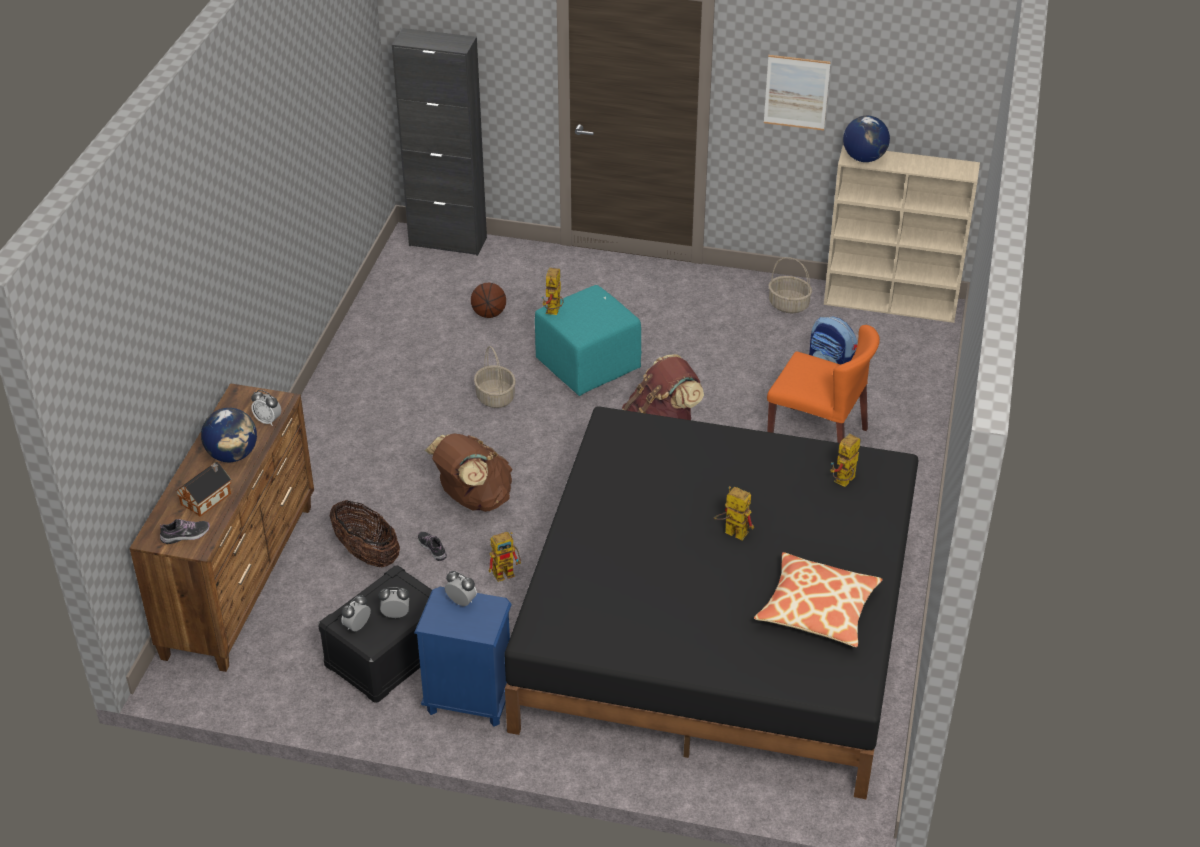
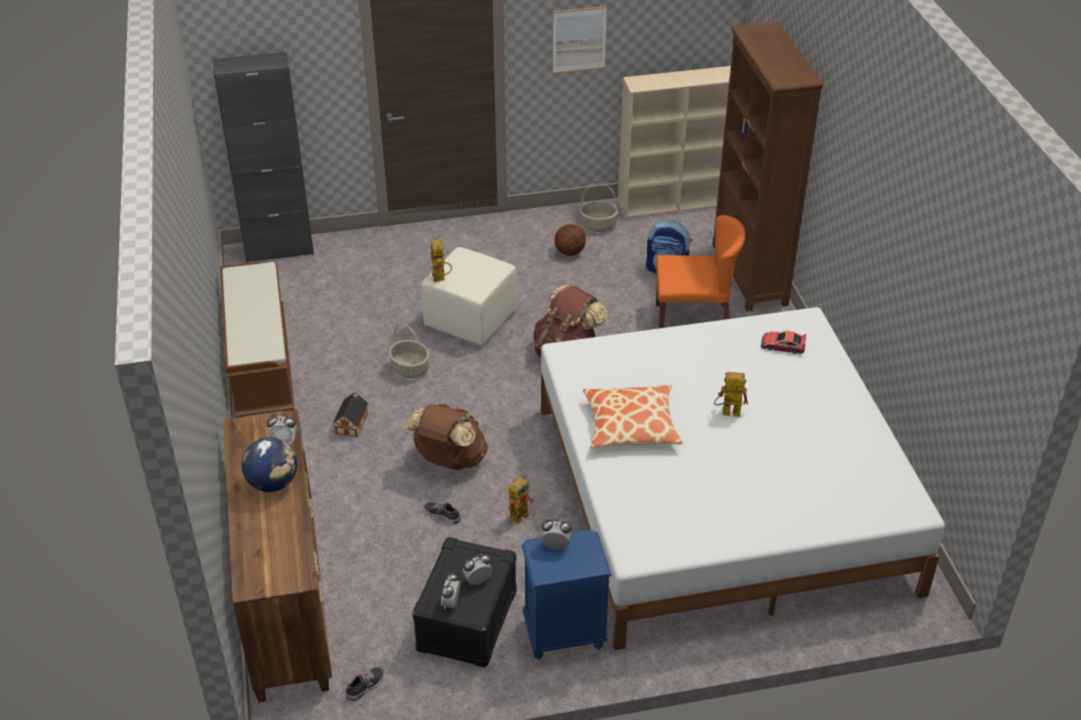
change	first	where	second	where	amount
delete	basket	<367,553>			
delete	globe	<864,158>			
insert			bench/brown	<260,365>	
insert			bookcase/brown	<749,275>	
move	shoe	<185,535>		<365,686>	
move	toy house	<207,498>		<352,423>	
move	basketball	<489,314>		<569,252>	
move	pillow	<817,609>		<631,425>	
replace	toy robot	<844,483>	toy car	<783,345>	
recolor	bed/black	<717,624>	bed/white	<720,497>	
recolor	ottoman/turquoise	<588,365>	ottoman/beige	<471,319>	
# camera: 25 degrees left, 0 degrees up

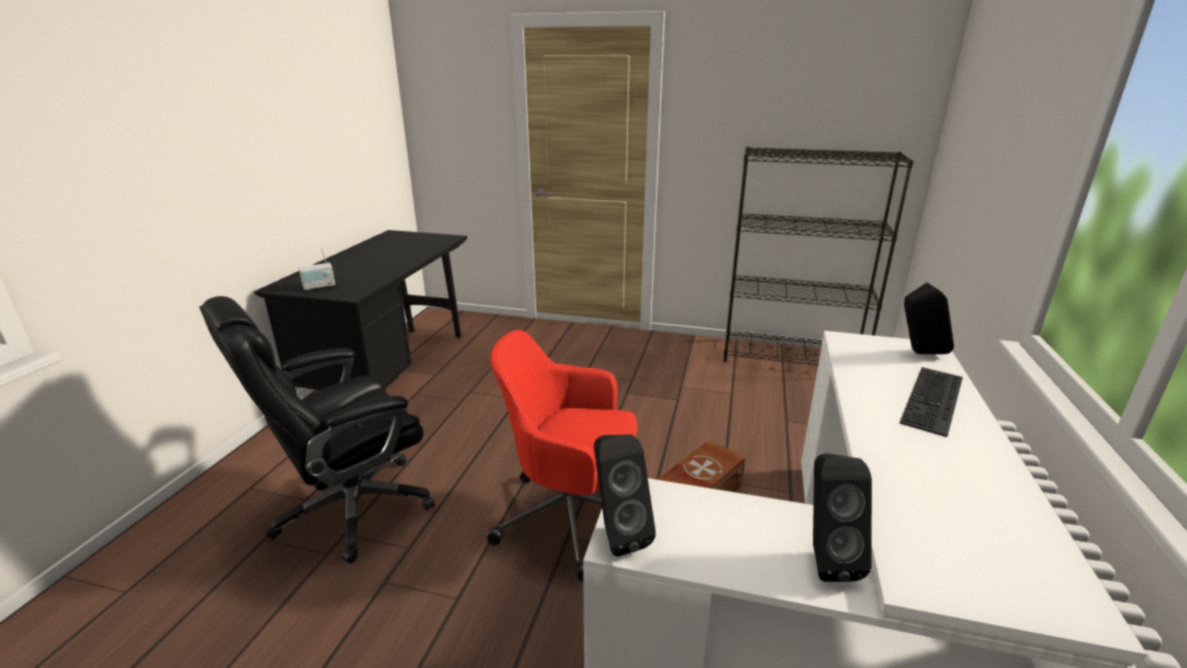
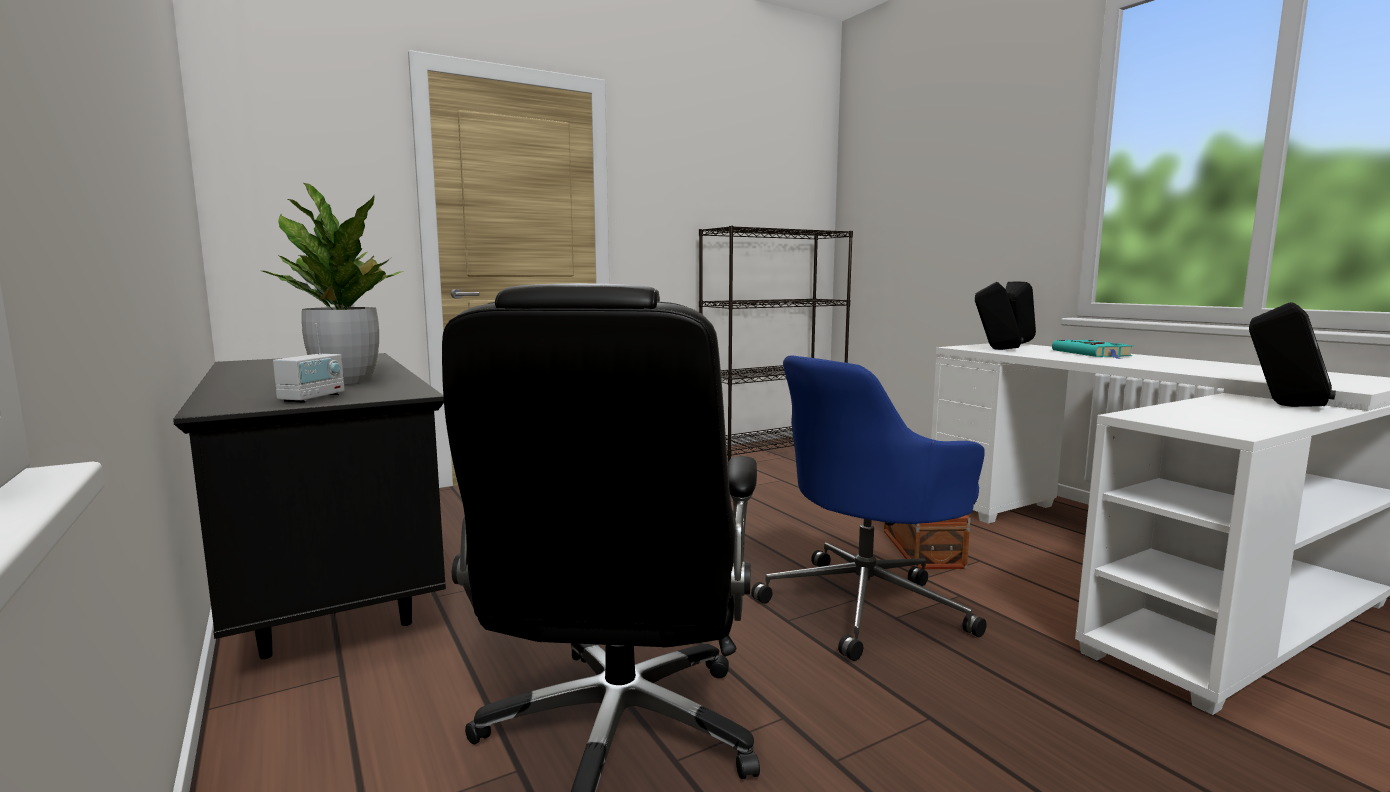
change	first	where	second	where	amount
insert			potted plant	<346,380>	
move	speaker/black	<617,533>		<996,349>	
replace	keyboard	<935,400>	book/turquoise	<1092,354>	
recolor	office chair/red	<571,518>	office chair/blue	<866,605>	
# camera: 45 degrees left, 15 degrees down

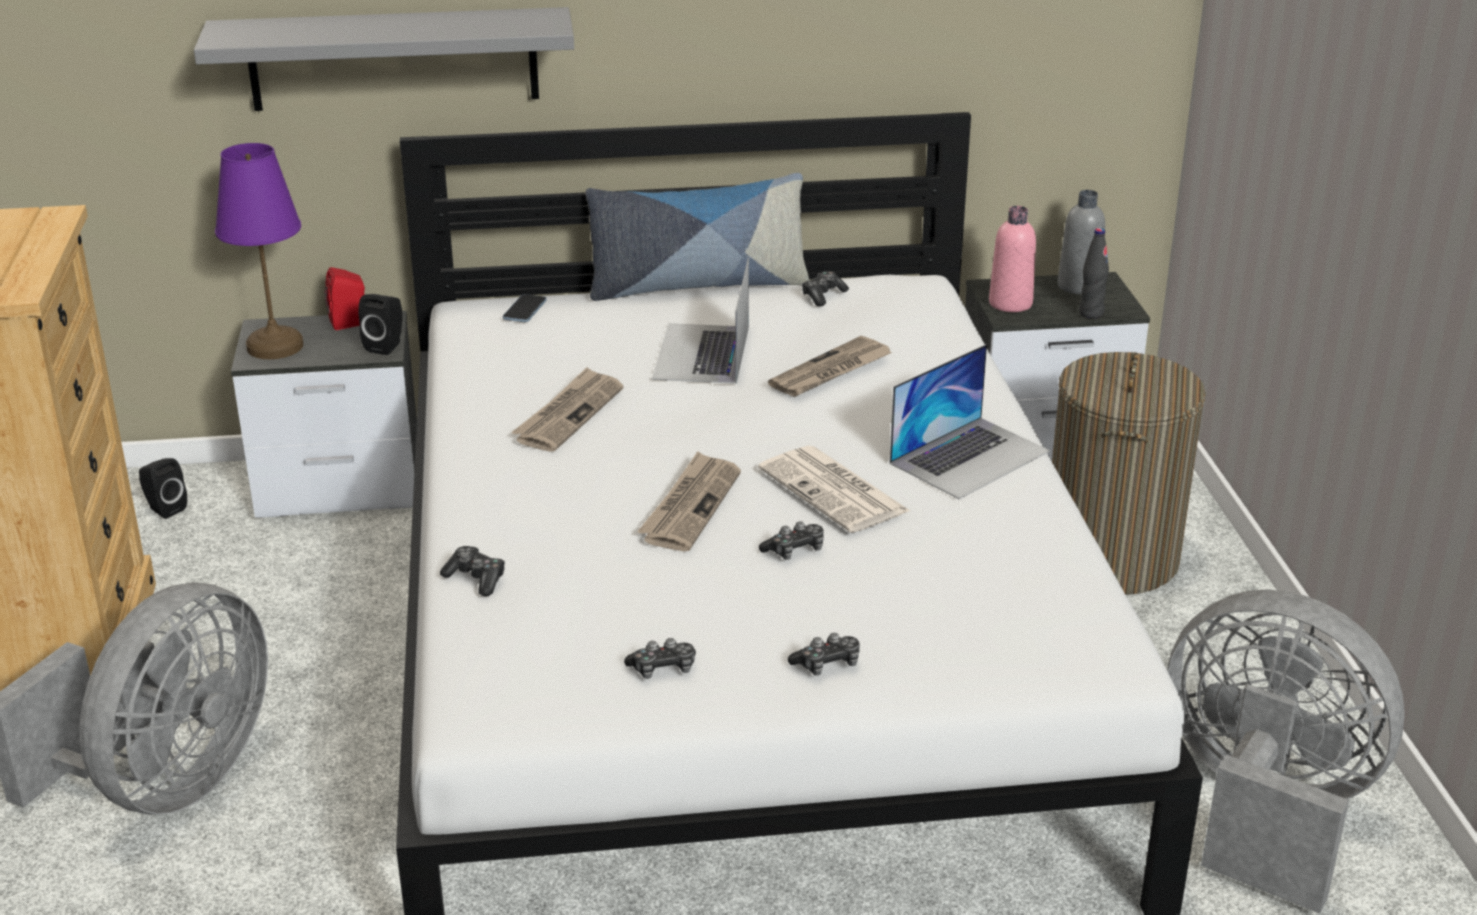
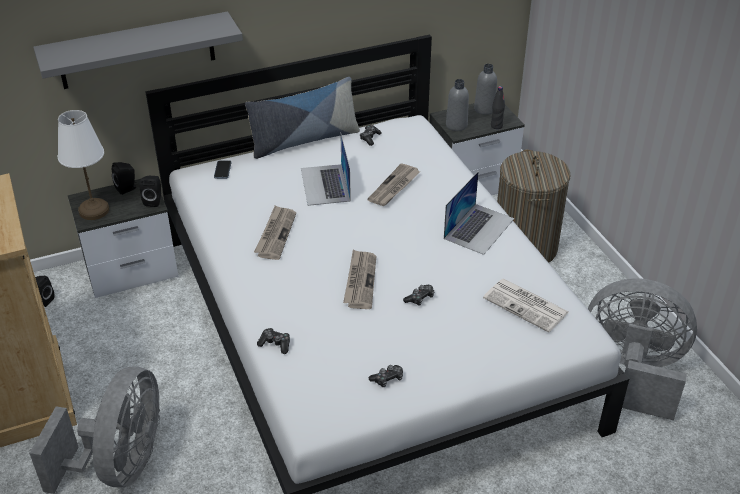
change	first	where	second	where	amount
delete	game controller	<827,664>			
move	newspaper	<835,491>		<527,305>	
recolor	table lamp/purple	<274,346>	table lamp/white	<93,210>	
recolor	speaker/red	<350,323>	speaker/black	<127,188>	
recolor	bottle/pink	<1010,303>	bottle/grey	<456,125>	
# camera: 15 degrees left, 10 degrees up

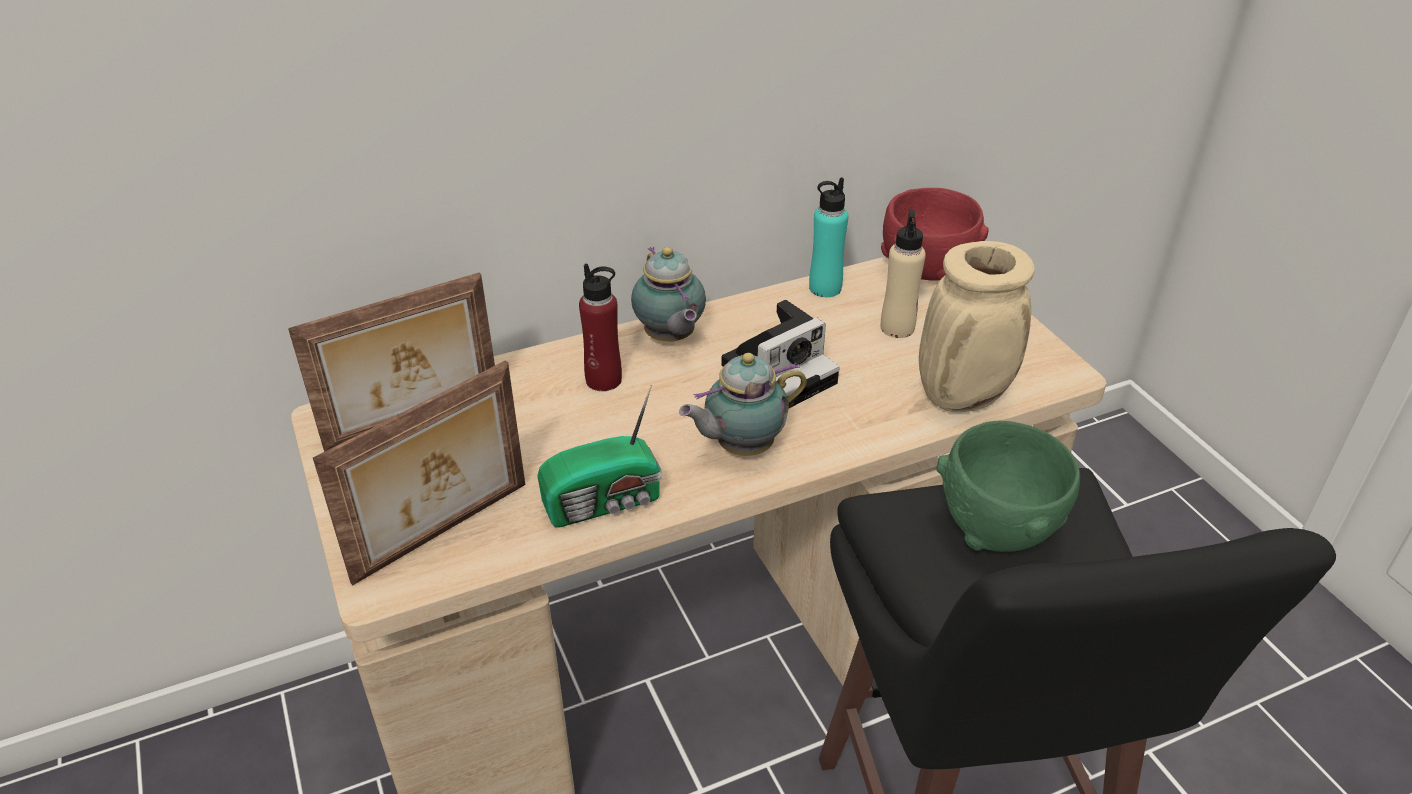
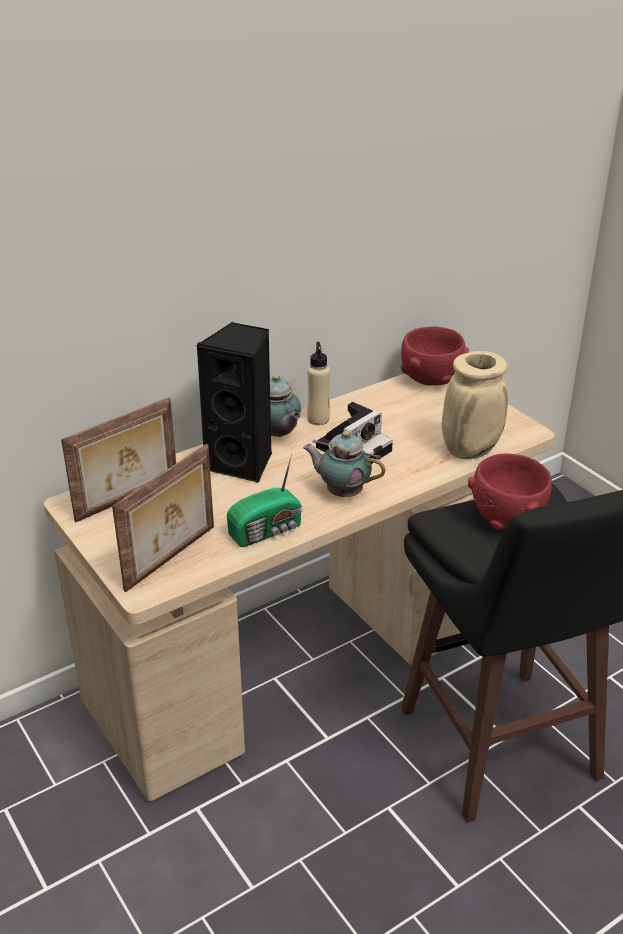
change	first	where	second	where	amount
delete	bottle/turquoise	<825,288>			
move	bottle/beige	<897,328>		<318,419>	
replace	bottle/red	<604,380>	speaker/black	<243,463>	
recolor	bowl/green	<997,528>	bowl/red	<506,519>	
rotate	teapot	<741,447>		<342,492>	60 degrees clockwise
# camera: 10 degrees left, 5 degrees down

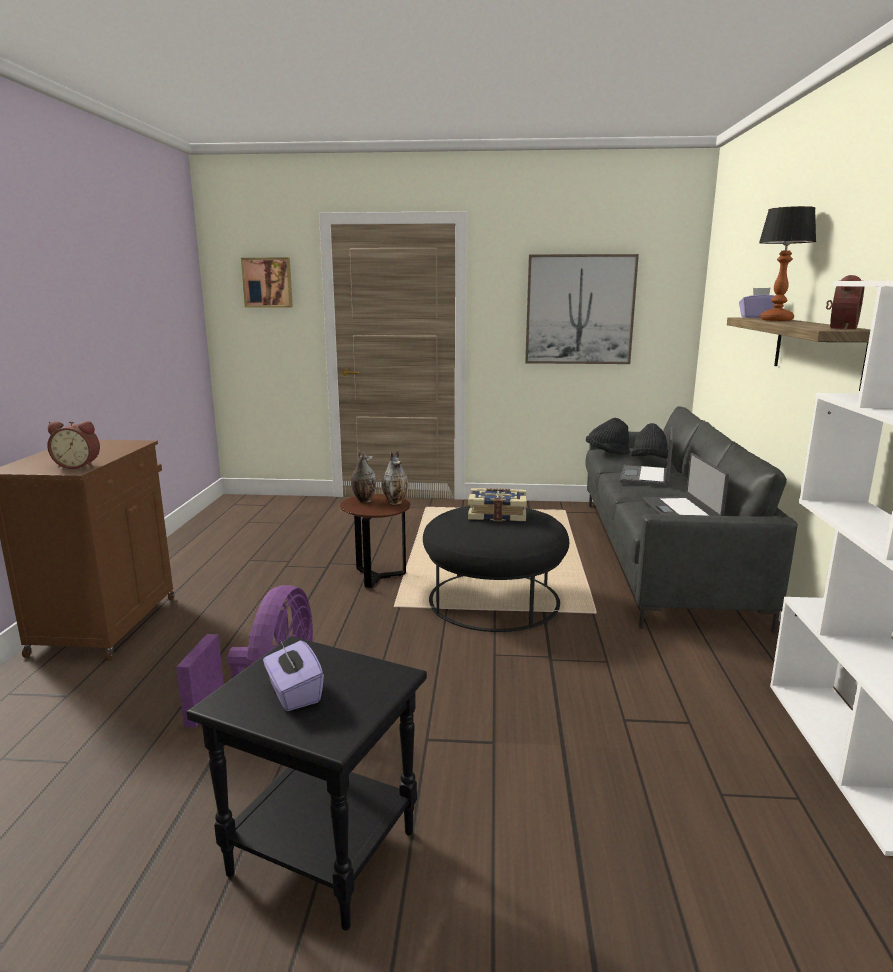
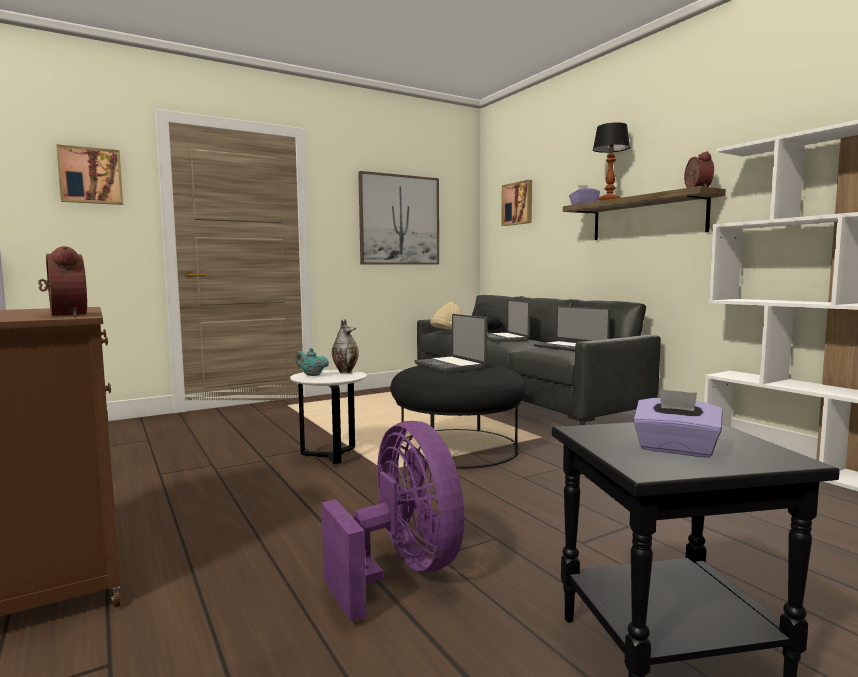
change	first	where	second	where	amount
insert			picture	<518,203>	
replace	vase	<363,500>	teapot/turquoise	<311,375>	
replace	book	<497,514>	laptop	<451,366>	
recolor	side table/brown	<377,577>	side table/white	<330,456>	
recolor	hat/black	<607,453>	hat/beige	<447,332>	
rotate	alarm clock	<78,466>		<63,315>	90 degrees counterclockwise
# camera: 35 degrees left, 10 degrees down

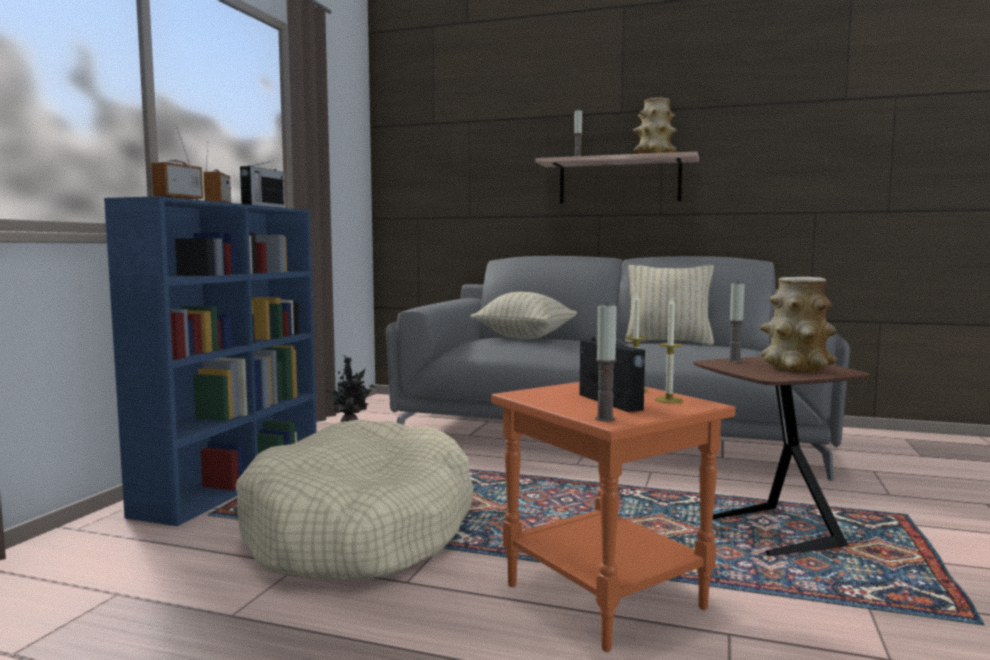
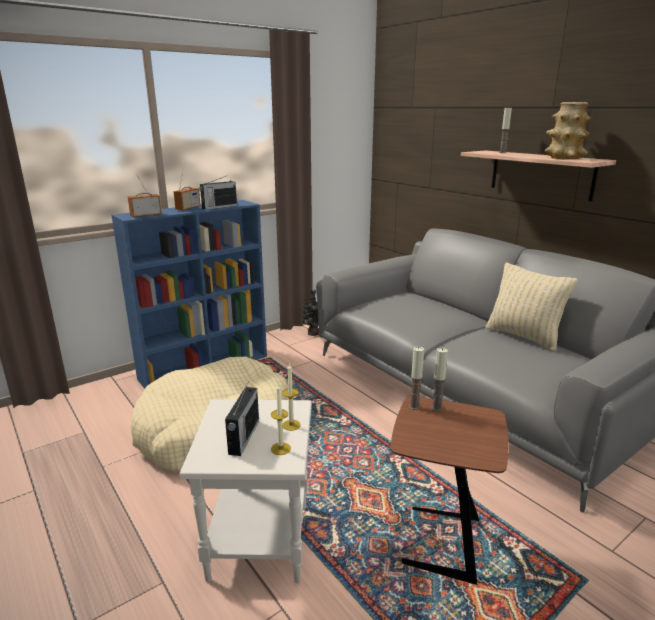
change	first	where	second	where	amount
delete	pillow/beige	<525,337>			
delete	vase	<795,368>			
move	candle	<604,419>		<414,406>	
recolor	side table/orange	<600,596>	side table/white	<257,540>	
# camera: 35 degrees right, 15 degrees up

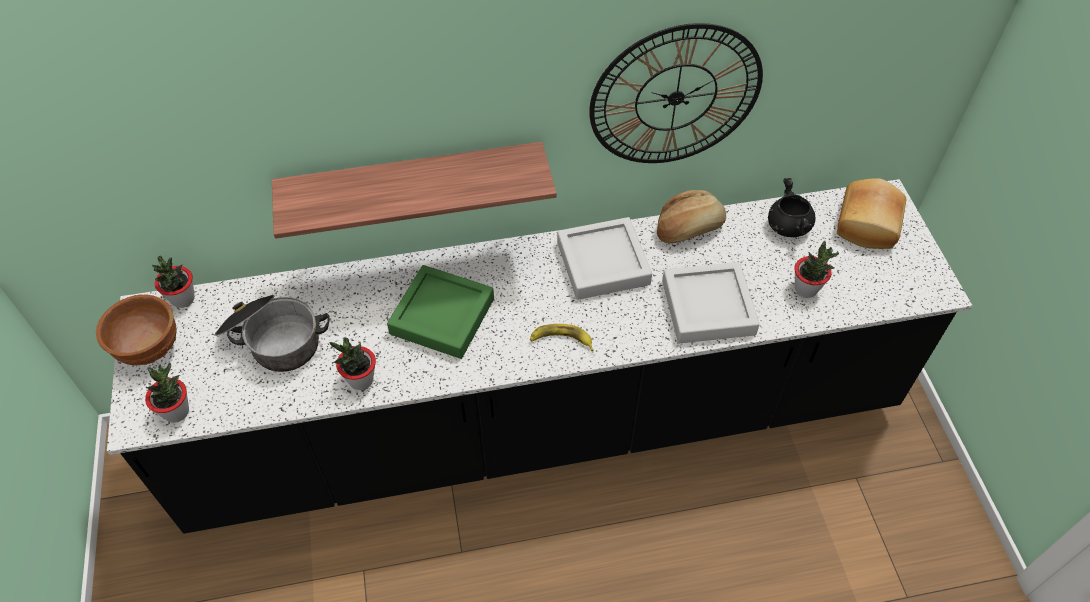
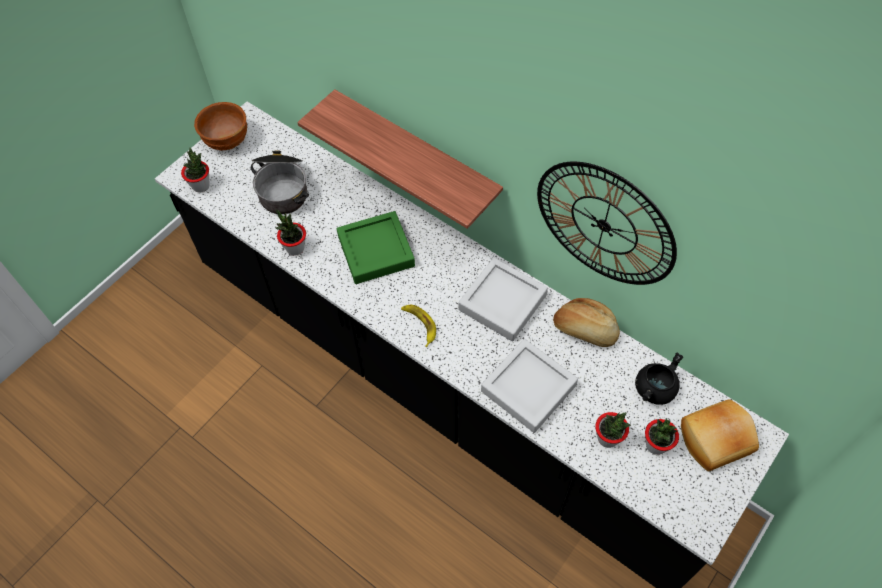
change	first	where	second	where	amount
move	potted plant	<183,299>		<656,445>	
# camera: 50 degrees right, 5 degrees up

